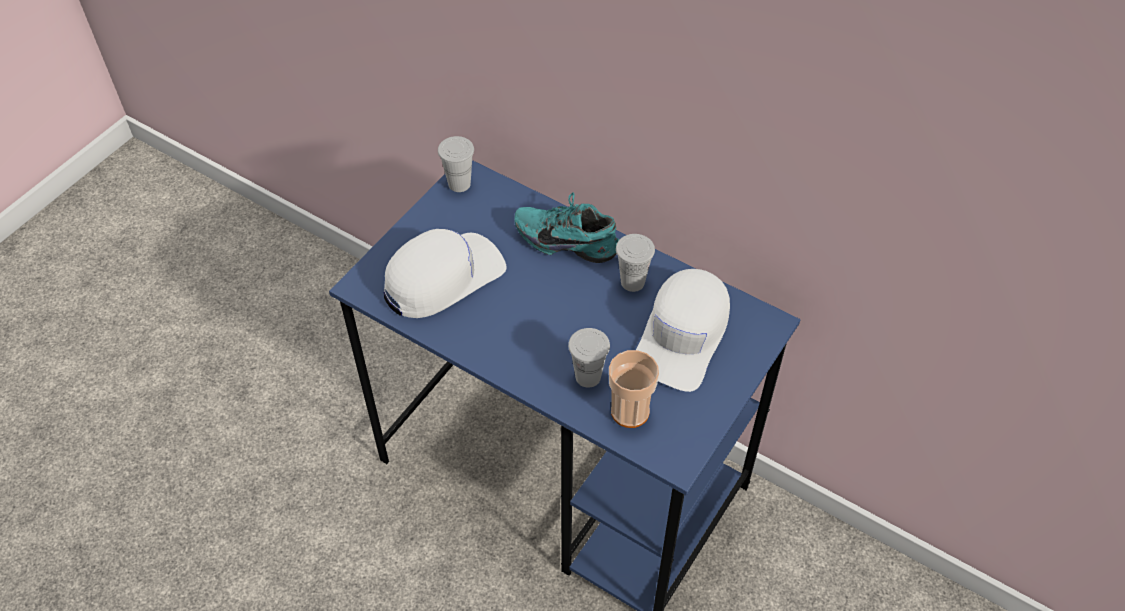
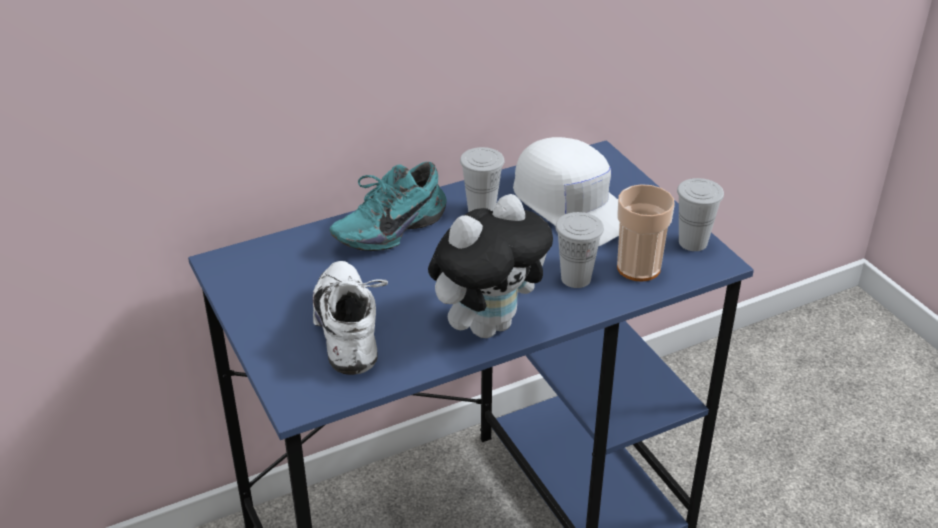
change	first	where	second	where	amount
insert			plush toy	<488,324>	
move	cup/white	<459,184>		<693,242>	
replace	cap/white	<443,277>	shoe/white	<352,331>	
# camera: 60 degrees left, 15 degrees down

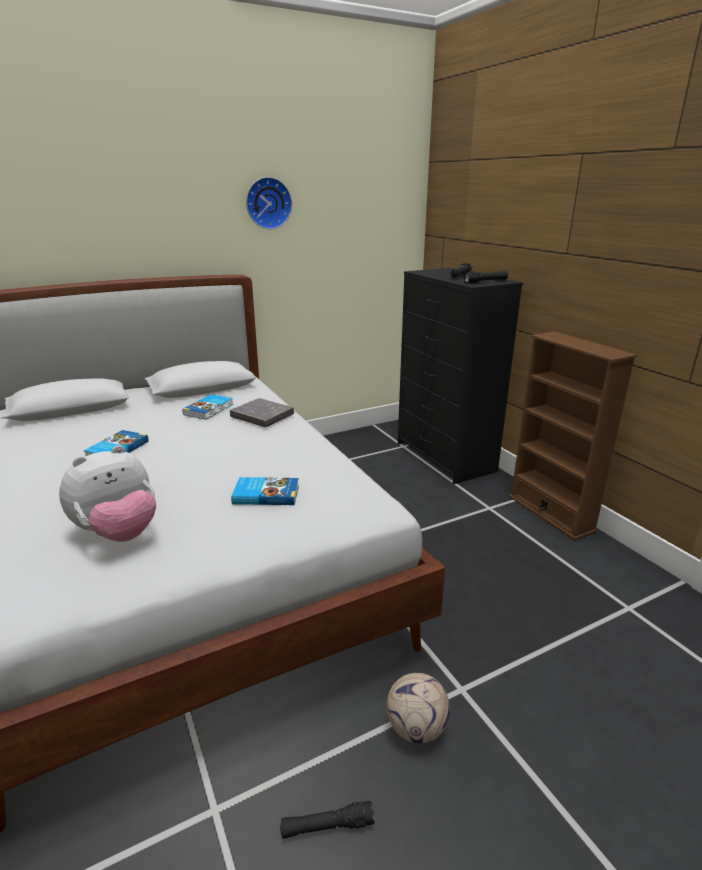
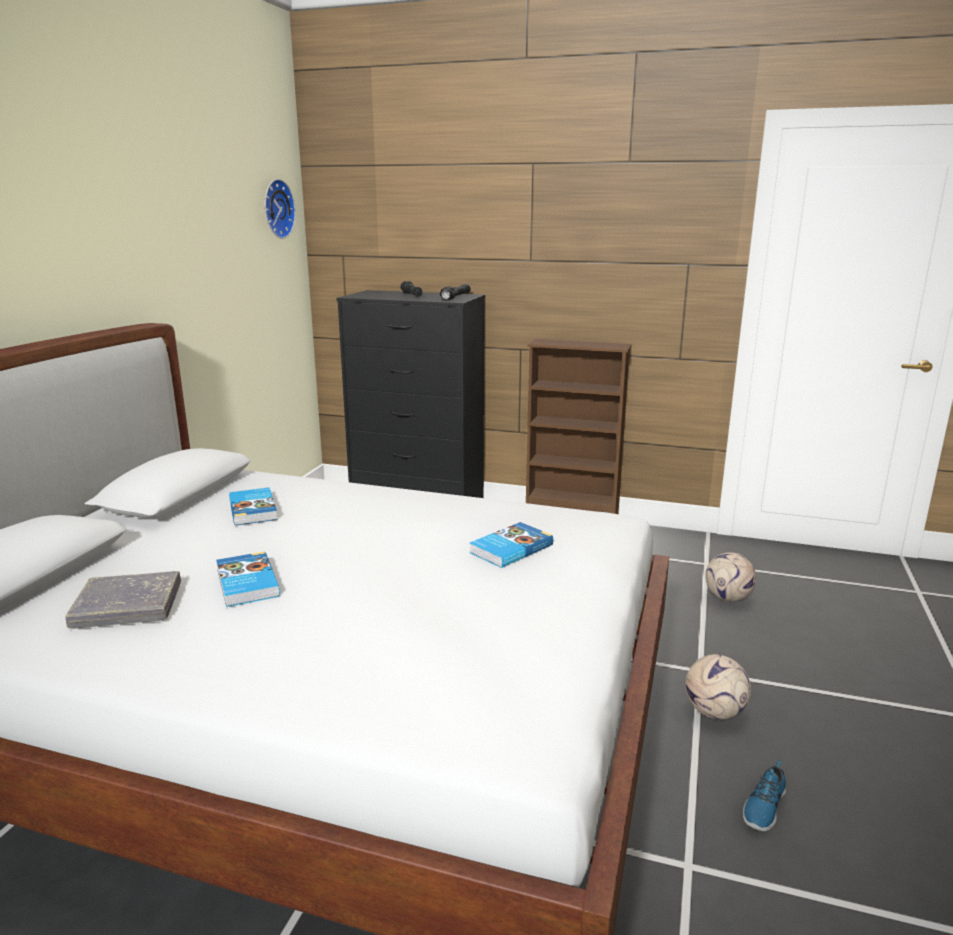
change	first	where	second	where	amount
delete	plush toy	<119,533>			
insert			football	<728,597>	
move	book/grey	<262,416>		<127,606>	
move	wall clock	<268,203>		<276,209>	
replace	flashlight/black	<327,826>	shoe	<763,806>	
# camera: 45 degrees left, 5 degrees down

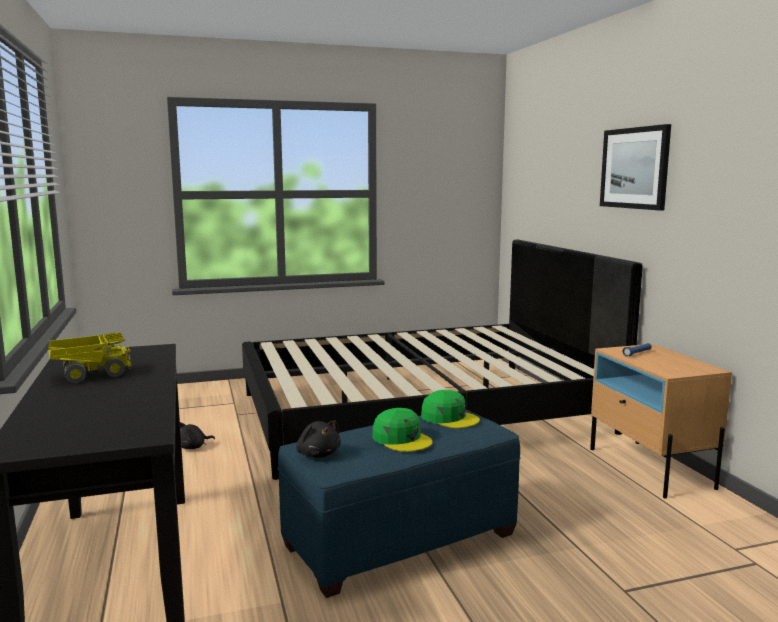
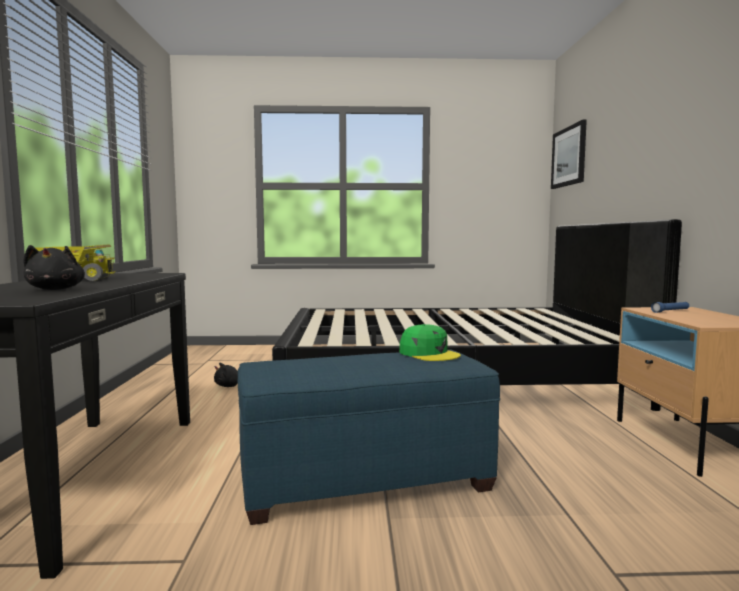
change	first	where	second	where	amount
delete	cap/green	<402,439>			
move	plush toy/black	<318,454>		<56,289>	
move	picture	<634,168>		<569,156>	
# camera: 15 degrees right, 5 degrees down

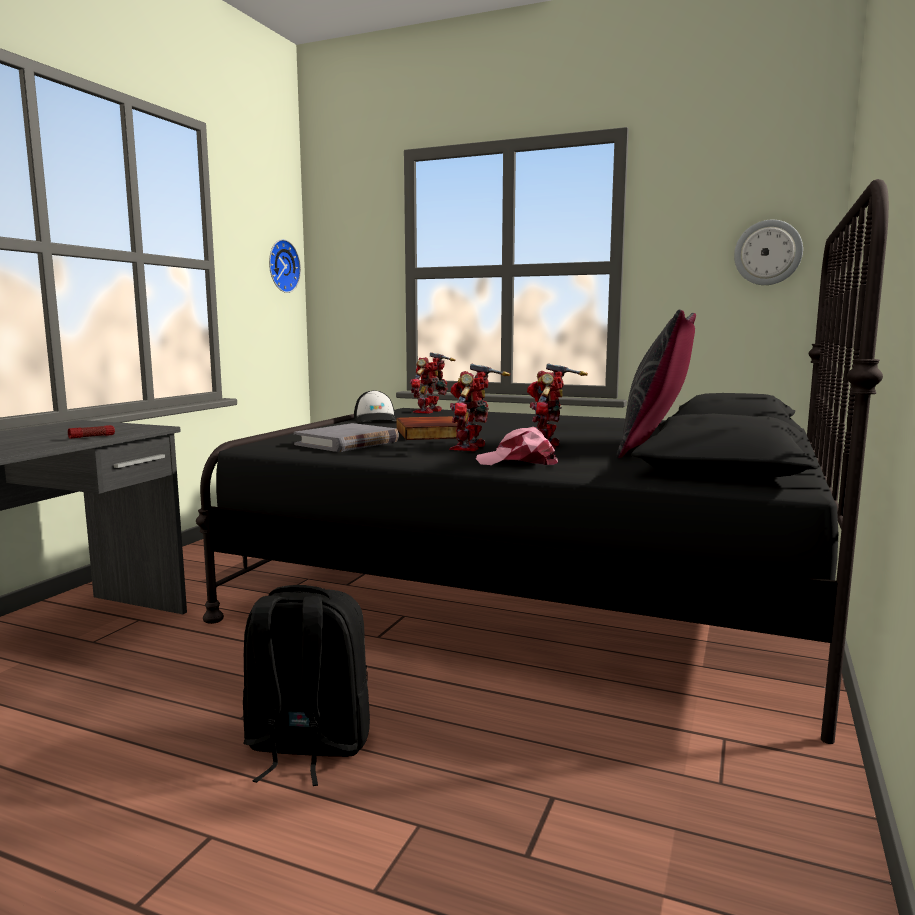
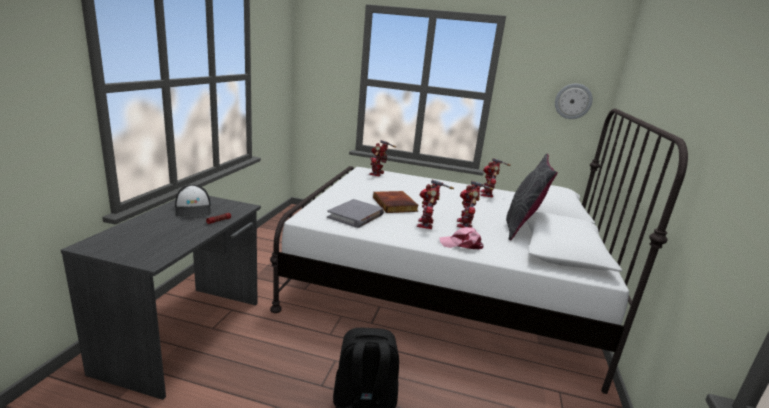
change	first	where	second	where	amount
delete	wall clock	<281,266>			
insert			toy robot	<488,194>	
move	cap	<376,419>		<193,209>	
recolor	bed/black	<537,590>	bed/white	<442,287>	
# camera: 10 degrees left, 10 degrees up

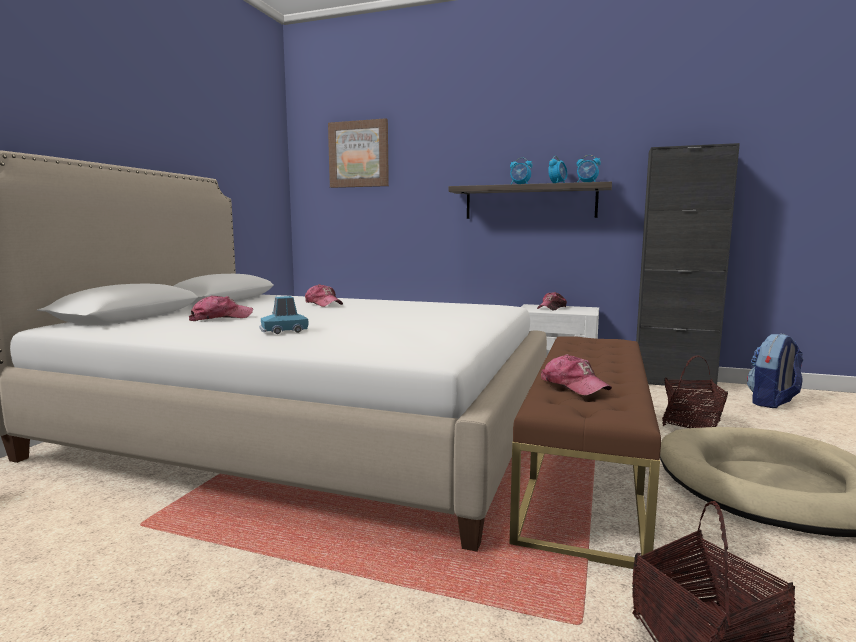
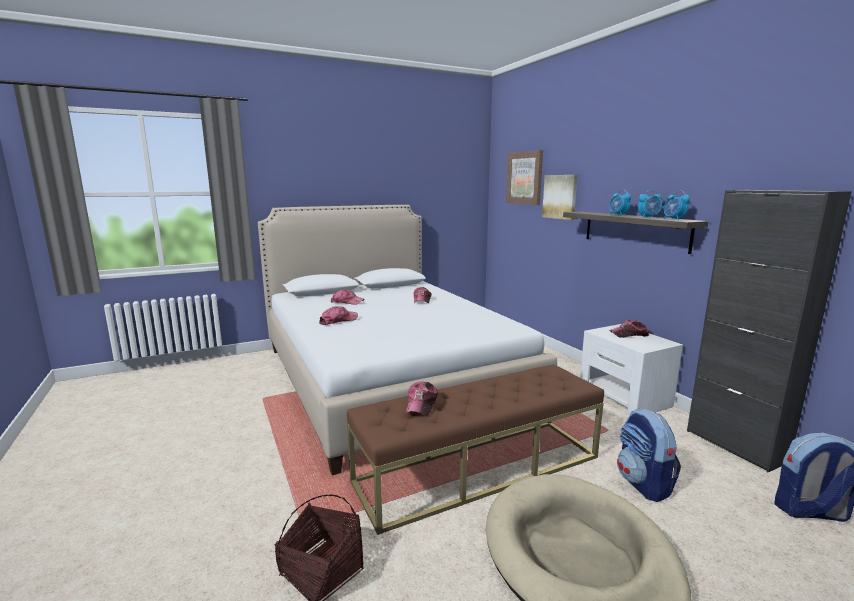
change	first	where	second	where	amount
insert			picture	<560,196>	
replace	toy car/blue	<284,331>	cap	<338,320>	
replace	basket	<691,424>	backpack	<643,484>	
# camera: 45 degrees right, 5 degrees up

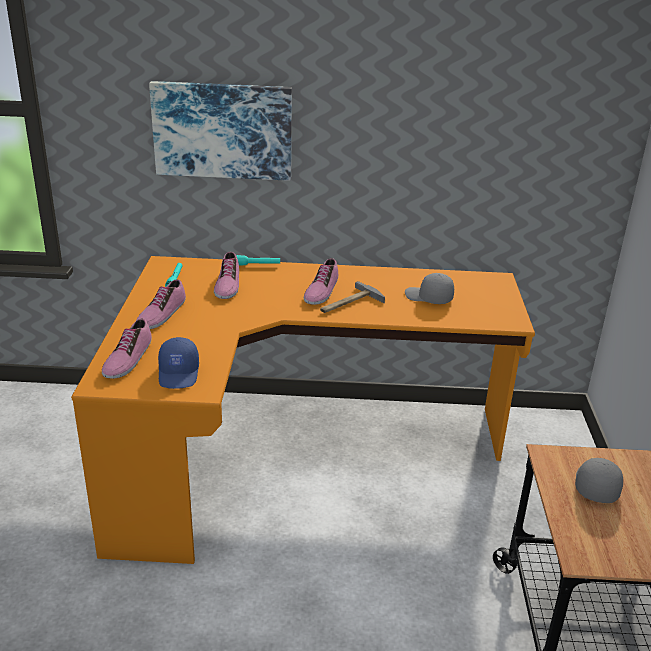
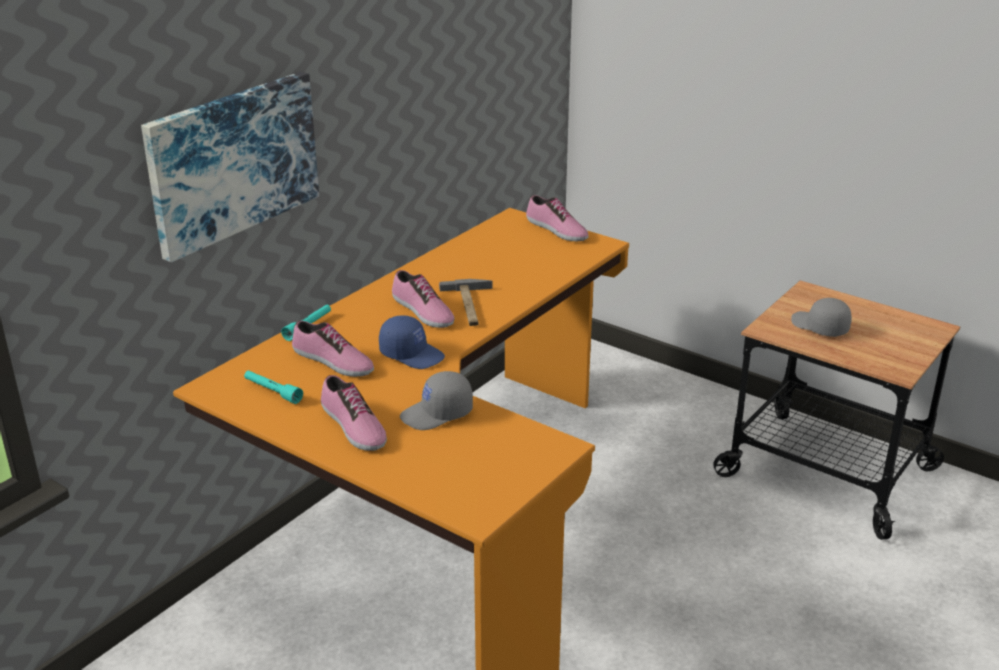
change	first	where	second	where	amount
move	shoe	<127,358>		<556,230>	
move	cap/blue	<179,373>		<412,354>	
move	cap/grey	<428,298>		<437,414>	
# camera: 55 degrees left, 0 degrees up

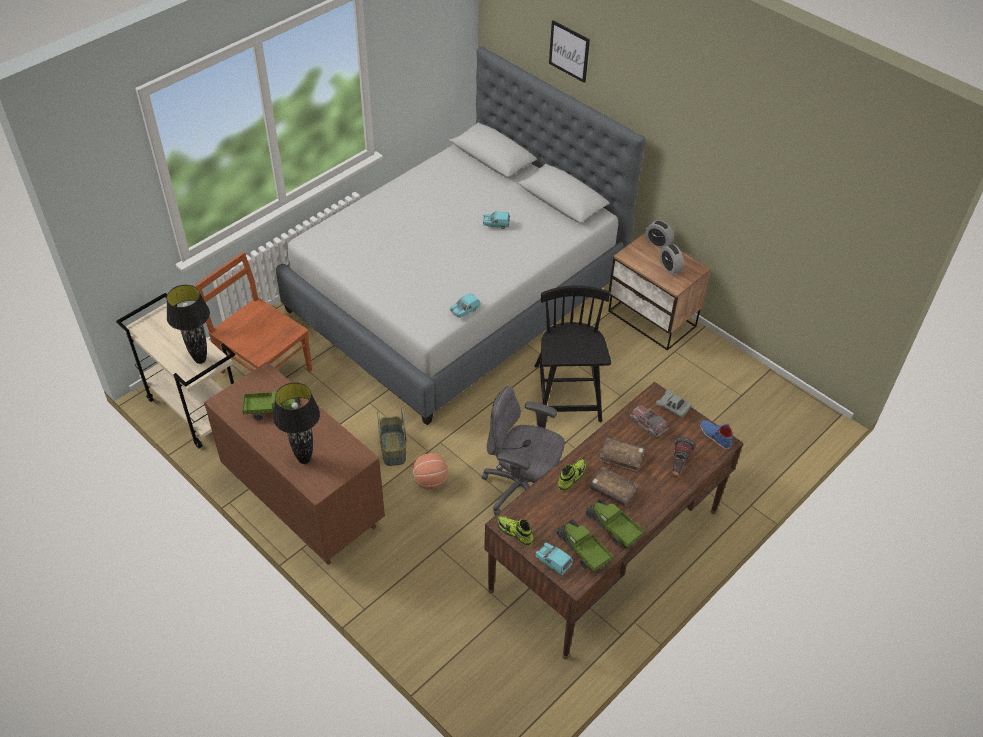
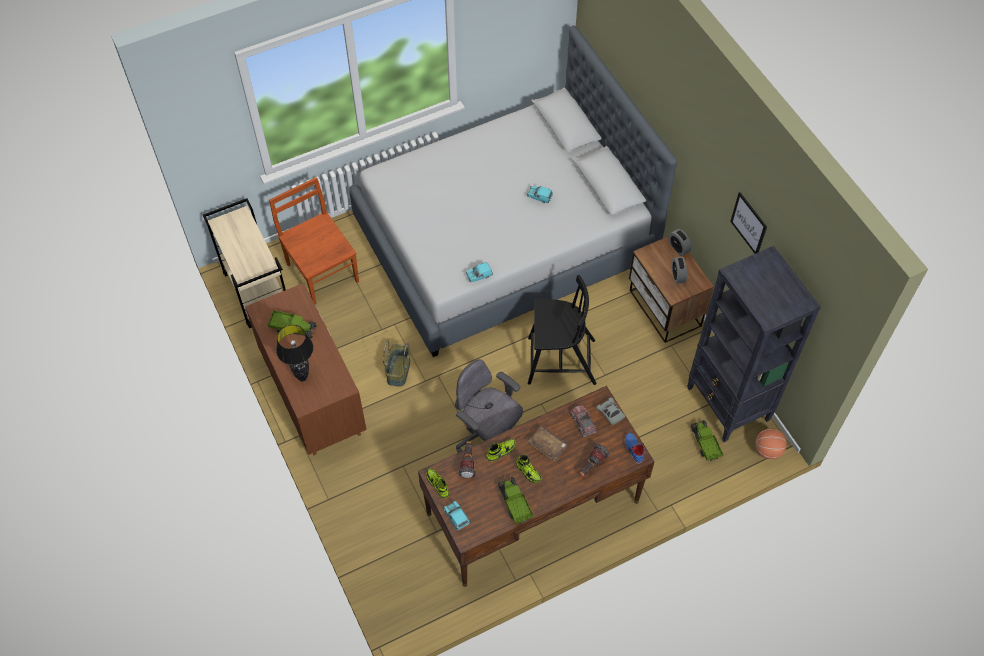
change	first	where	second	where	amount
delete	table lamp/black	<200,360>			
insert			flashlight	<467,462>	
insert			bookcase/black	<728,405>	
move	basketball	<430,481>		<767,450>	
move	picture	<569,51>		<749,223>	
move	toy truck	<582,551>		<704,443>	
replace	book/brown	<612,490>	shoe	<528,472>	
rotate	chair/black	<567,394>		<559,361>	75 degrees clockwise
# camera: 20 degrees right, 10 degrees up

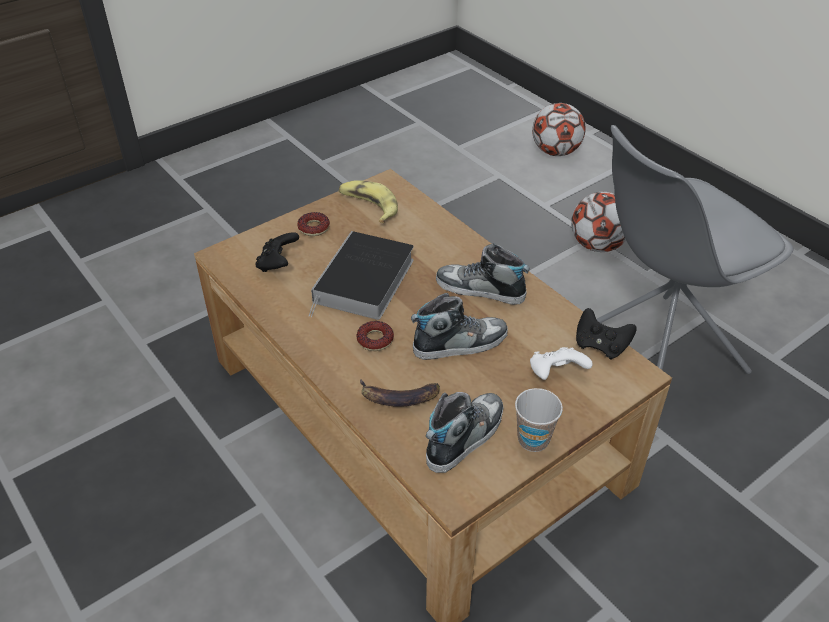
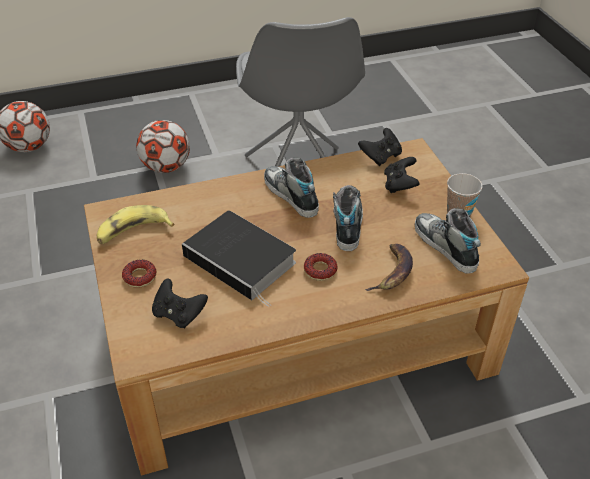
change	first	where	second	where	amount
recolor	game controller/white	<556,374>	game controller/black	<400,185>	
rotate	shoe	<480,290>		<290,195>	105 degrees clockwise
# camera: 70 degrees left, 0 degrees up

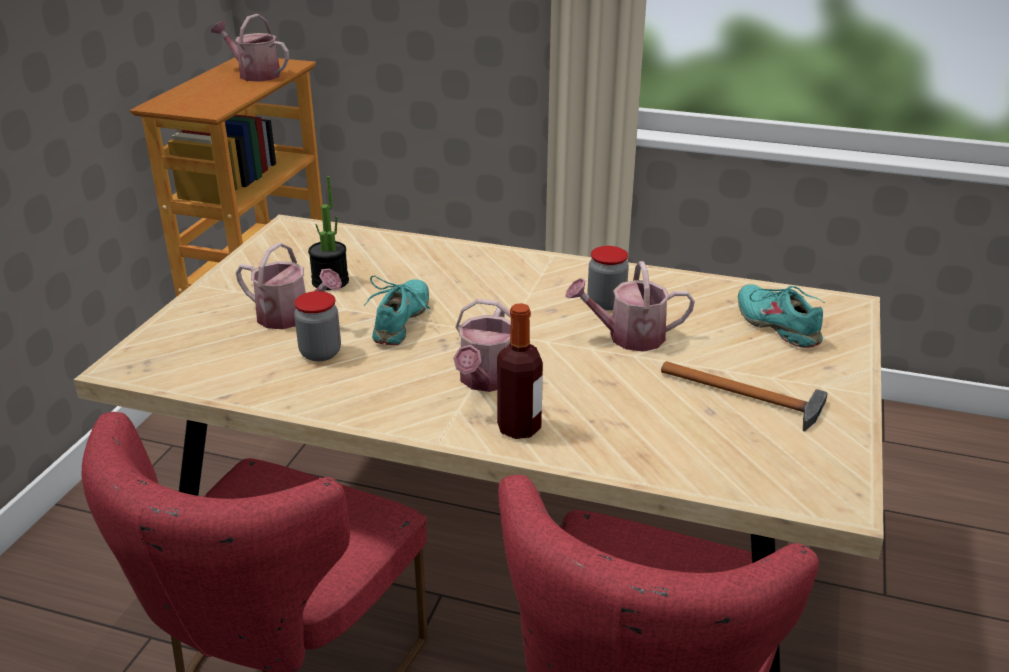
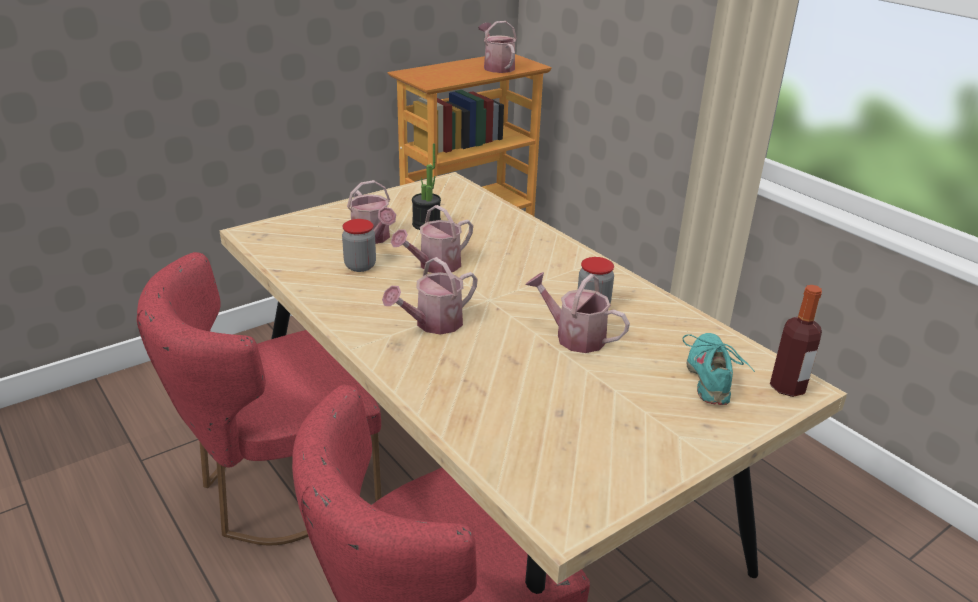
change	first	where	second	where	amount
delete	hammer	<747,396>			
move	bottle	<519,428>		<787,387>	
replace	shoe/turquoise	<402,321>	watering can	<435,266>	
# camera: 35 degrees right, 0 degrees up

